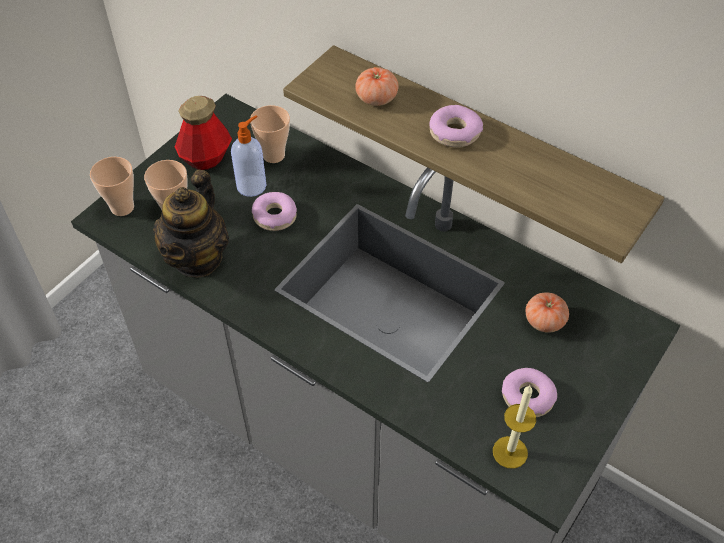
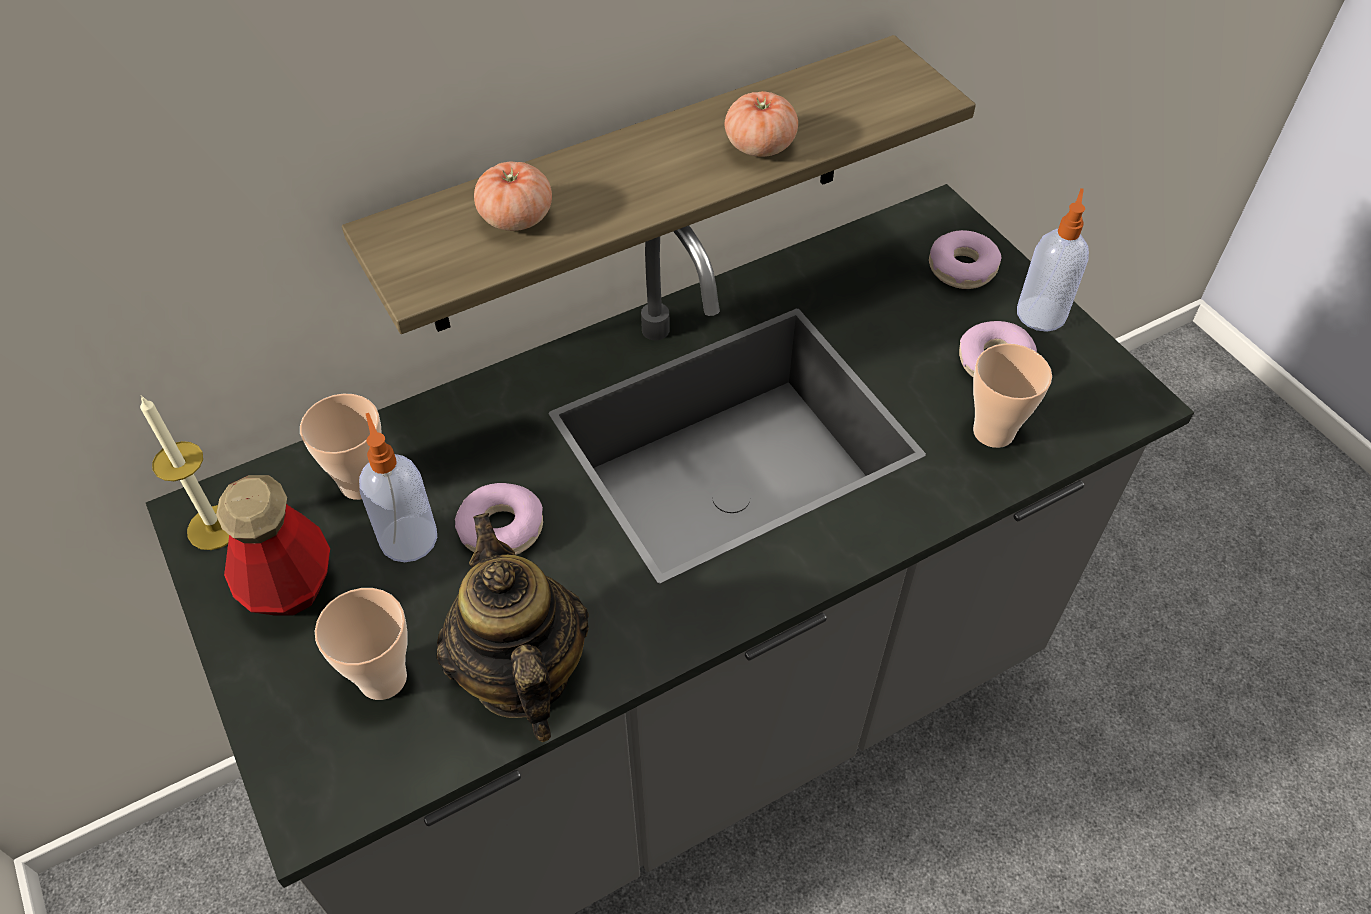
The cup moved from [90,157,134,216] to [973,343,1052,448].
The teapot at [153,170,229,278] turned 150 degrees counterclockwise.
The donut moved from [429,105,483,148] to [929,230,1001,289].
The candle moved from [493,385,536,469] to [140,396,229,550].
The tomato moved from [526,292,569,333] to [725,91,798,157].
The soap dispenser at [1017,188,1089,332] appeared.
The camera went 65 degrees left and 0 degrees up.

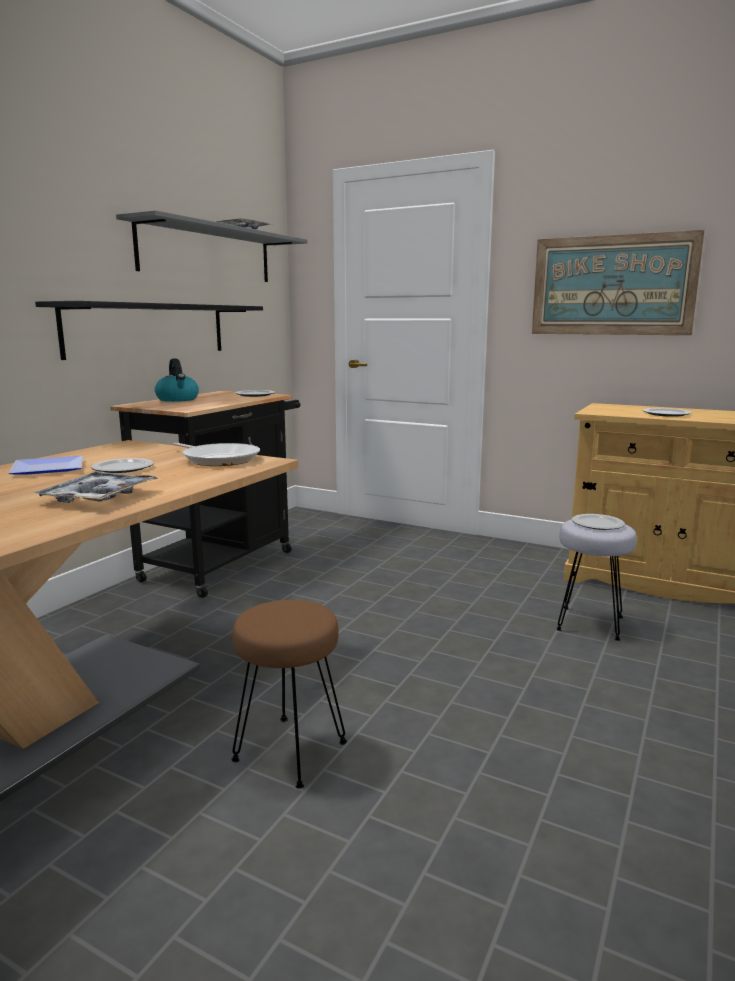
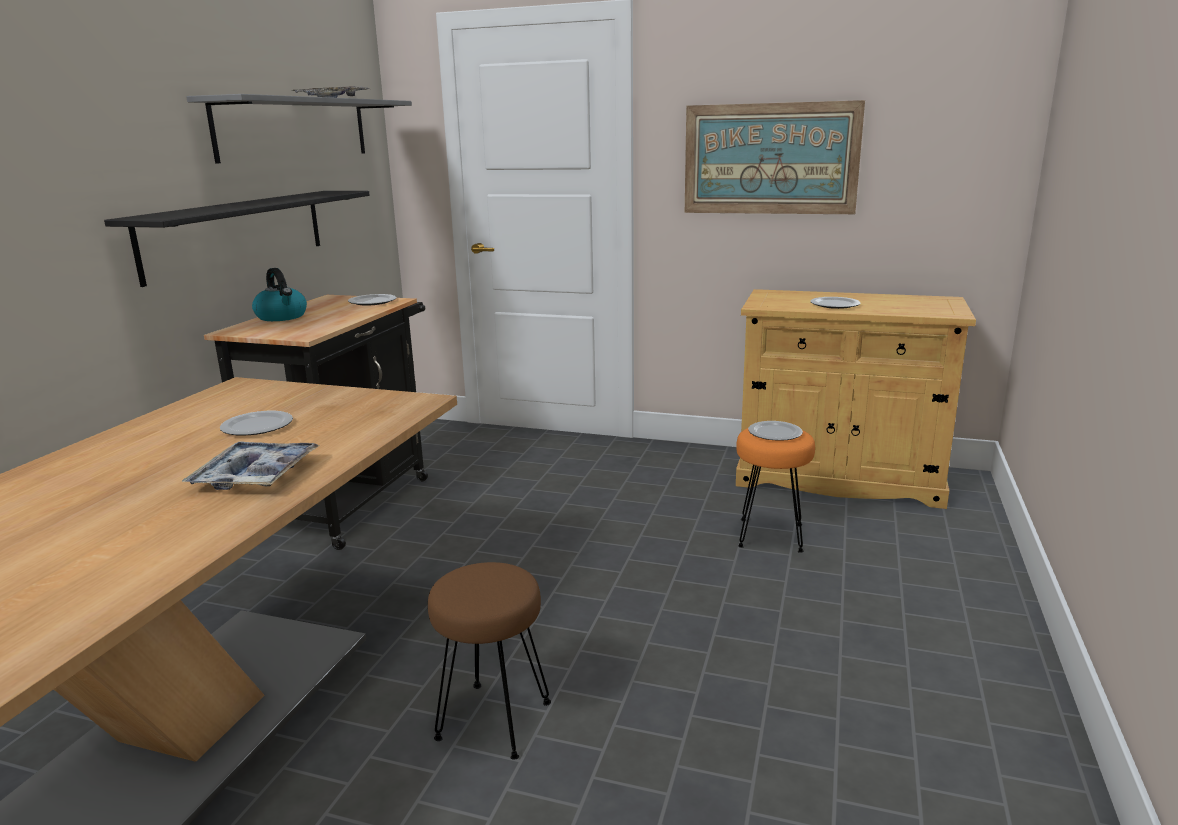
The plate at [9,455,83,475] disappeared.
The frying pan at [173,442,260,466] disappeared.
The stool (grey) at [556,520,637,641] became the stool (orange) at [736,428,815,553].
The camera went 10 degrees left and 5 degrees up.

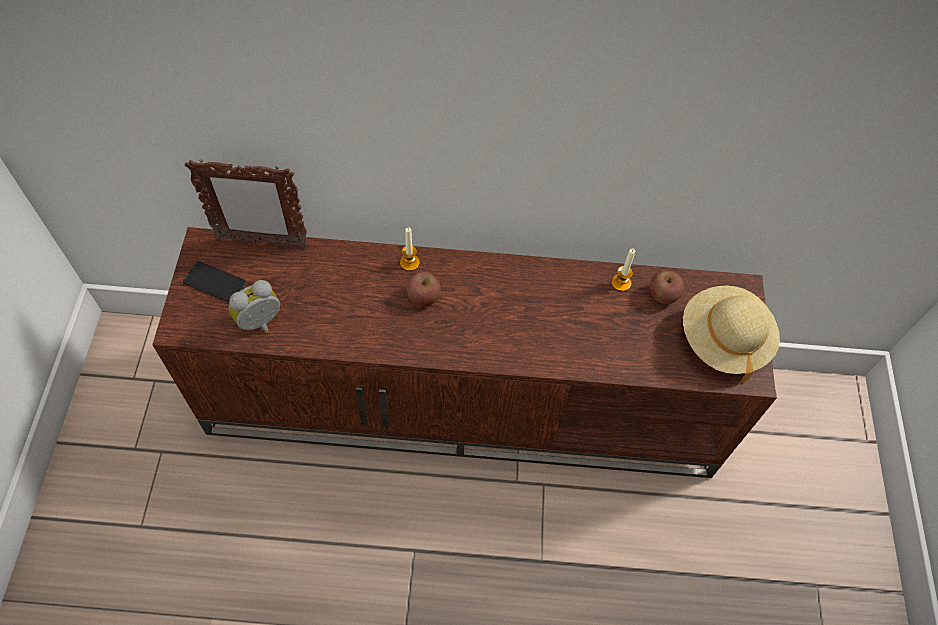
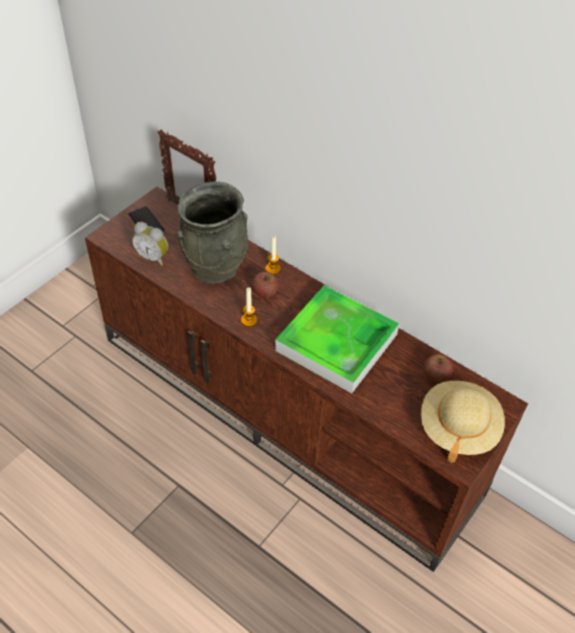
The alarm clock at [229,280,280,333] turned 150 degrees counterclockwise.
The candle moved from [611,248,635,291] to [241,287,257,327].
The vase (grey) at [177,181,248,283] appeared.
The tray at [275,285,400,393] appeared.
The camera went 35 degrees right and 10 degrees down.

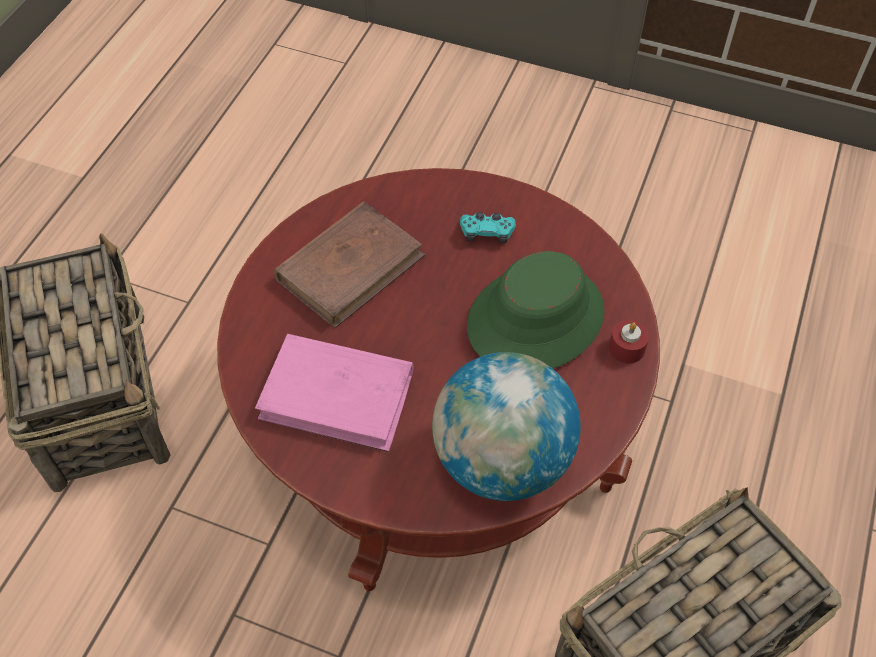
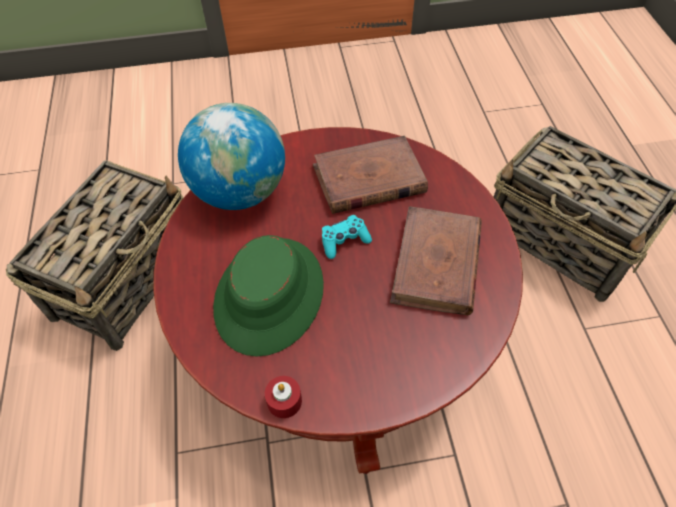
The book (pink) at [255,334,414,452] became the book (brown) at [313,136,428,214].
The game controller (turquoise) moved from [460,212,516,243] to [322,215,372,259].
The candle (red) moved from [609,320,649,364] to [265,376,302,418].
The camera went 150 degrees right and 0 degrees up.

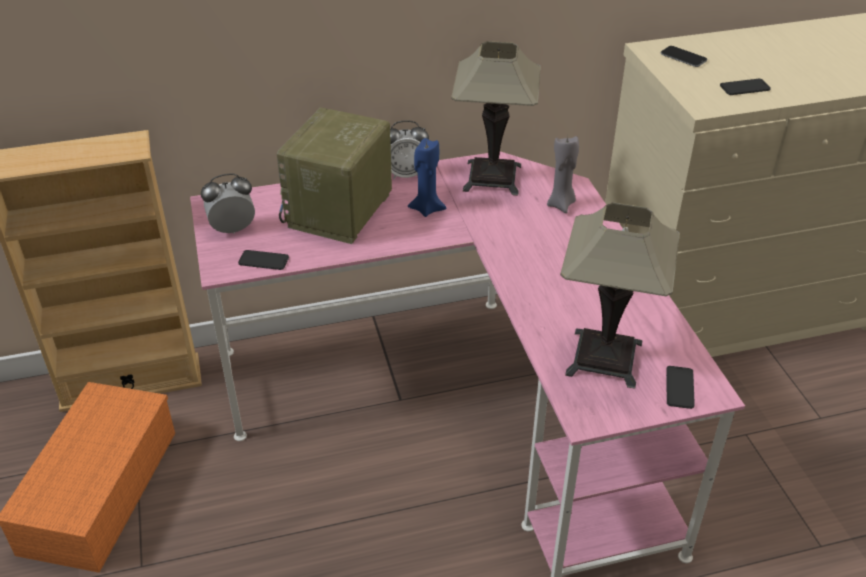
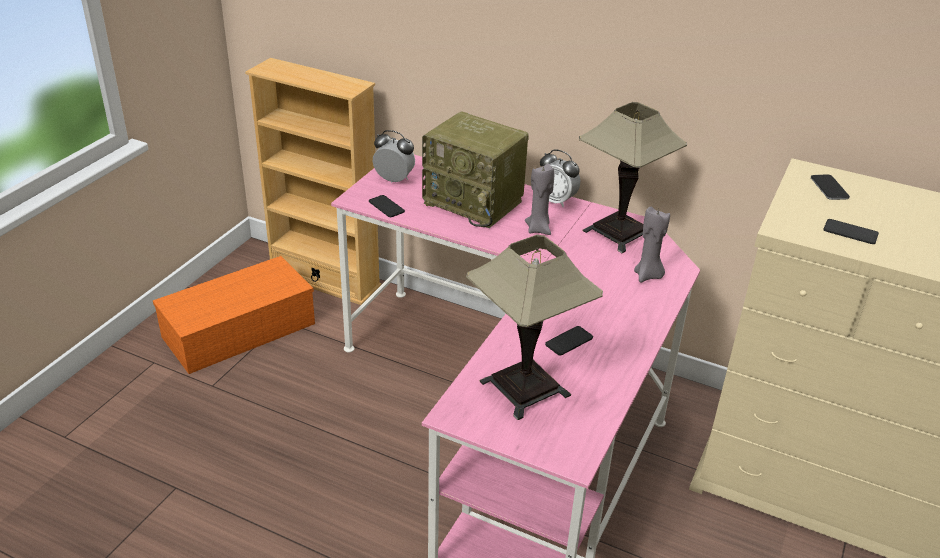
The radio at [277,107,392,244] turned 120 degrees counterclockwise.
The candle (blue) at [408,138,446,217] became the candle (grey) at [525,164,554,235].
The phone moved from [666,366,695,409] to [545,326,593,356].
The camera went 40 degrees right and 5 degrees down.

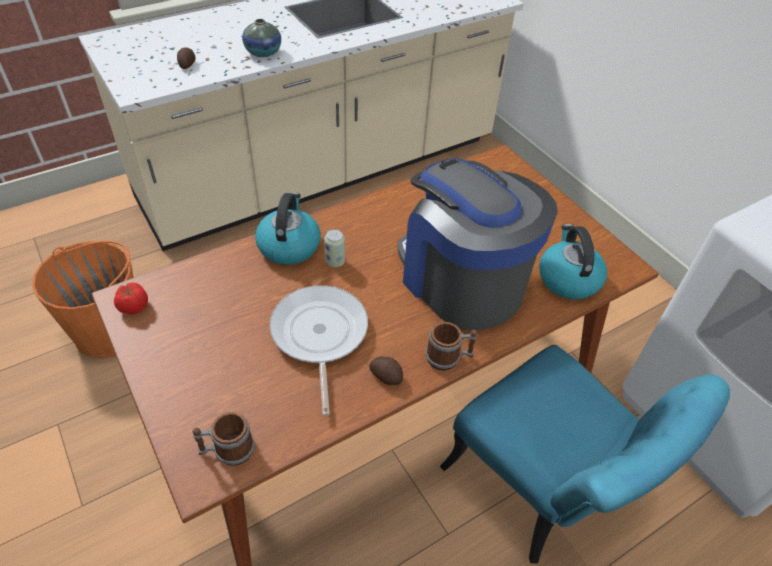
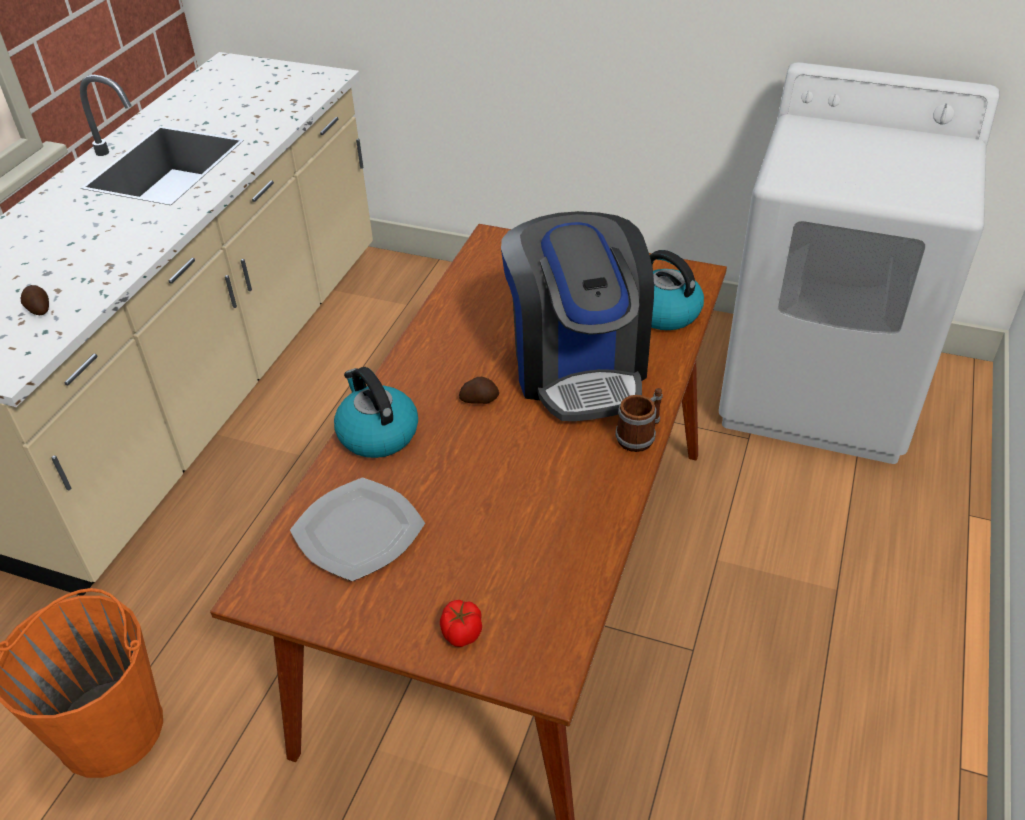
The tomato moved from [114,282,148,315] to [440,600,482,647].
The mug at [192,412,255,466] disappeared.
The vase at [242,19,281,57] disappeared.
The frying pan at [270,285,368,416] disappeared.
The can at [324,229,345,267] disappeared.
The potato moved from [369,357,403,385] to [459,377,499,404].
The coffee machine at [398,159,558,330] turned 120 degrees counterclockwise.
The chair (turquoise) at [440,345,730,563] disappeared.
The plate at [290,478,425,581] appeared.
The camera went 35 degrees left and 5 degrees down.

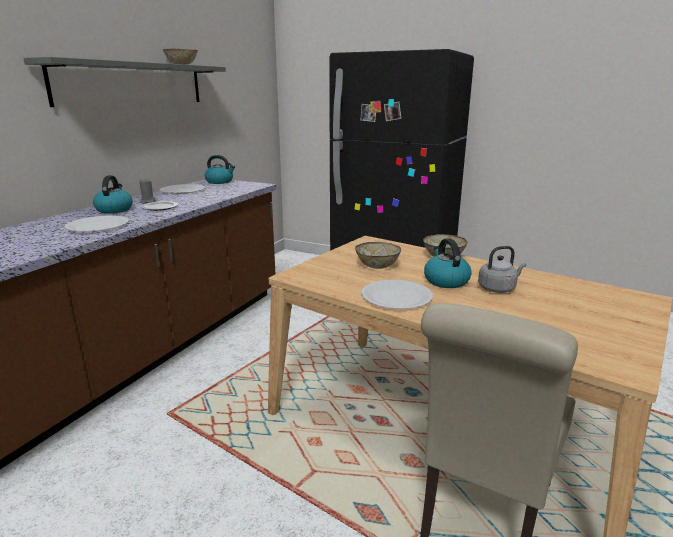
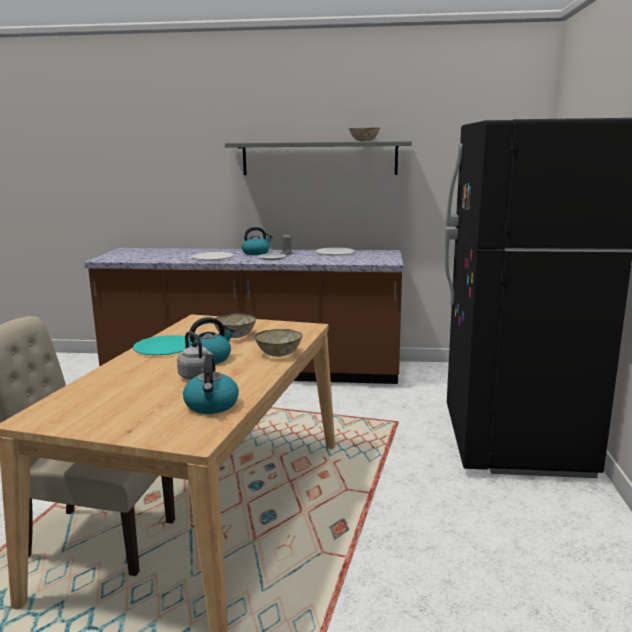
The kettle moved from [205,155,235,184] to [183,354,239,414].
The plate (white) at [361,279,433,309] became the plate (turquoise) at [133,335,190,355].
The camera went 70 degrees right and 5 degrees down.

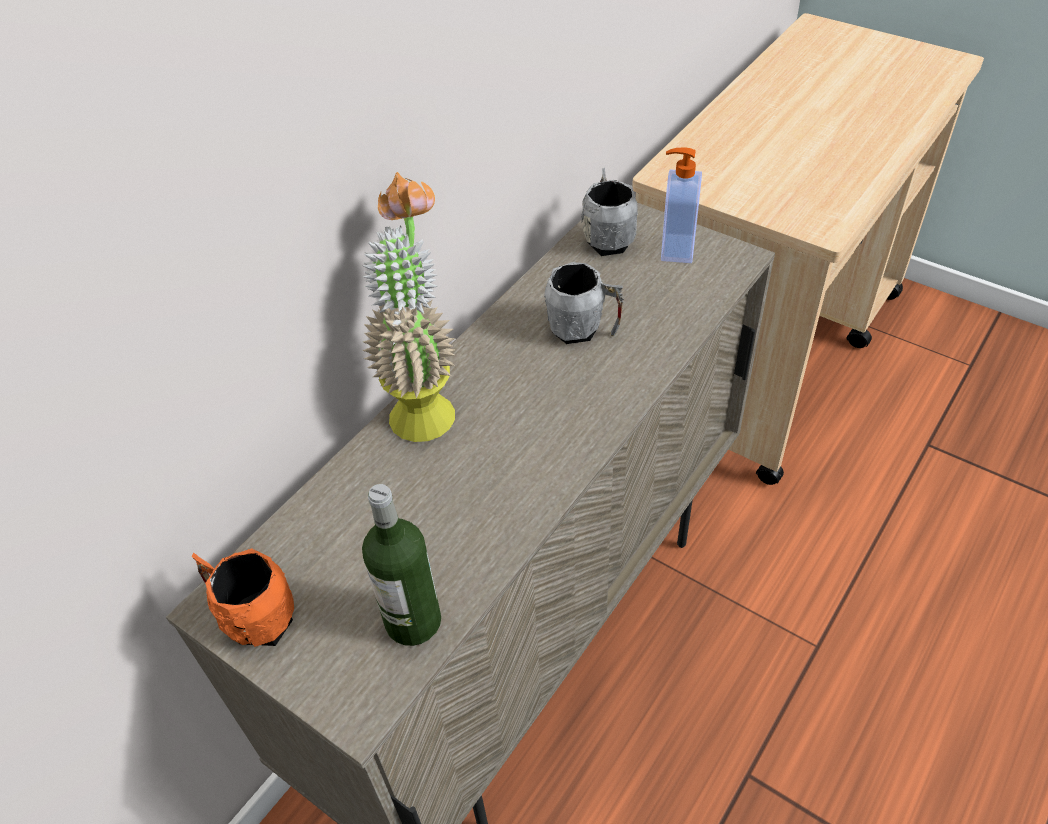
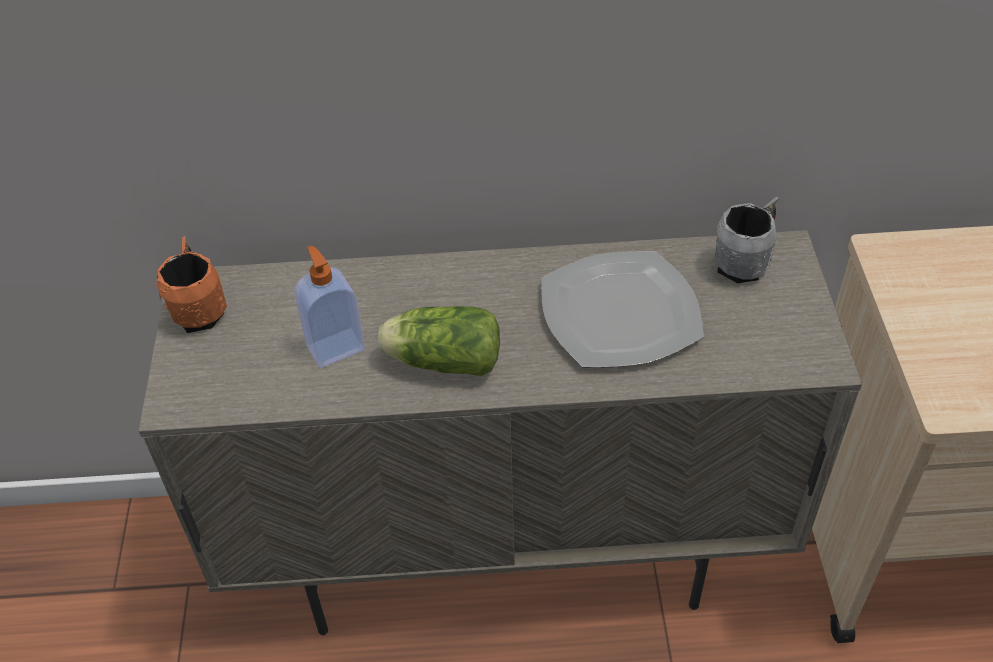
The potted plant at [362,172,455,442] disappeared.
The bottle at [362,484,441,646] disappeared.
The mug (grey) at [544,262,624,344] was replaced by the plate at [541,251,704,368].
The soap dispenser moved from [661,148,702,263] to [294,245,365,368].
The lettuce at [378,306,500,376] appeared.
The camera went 50 degrees right and 0 degrees up.

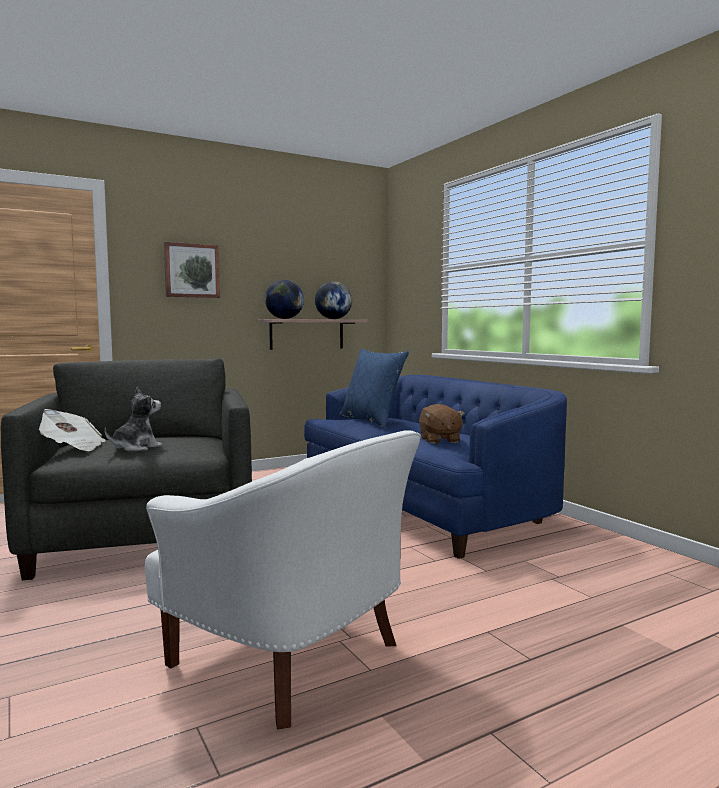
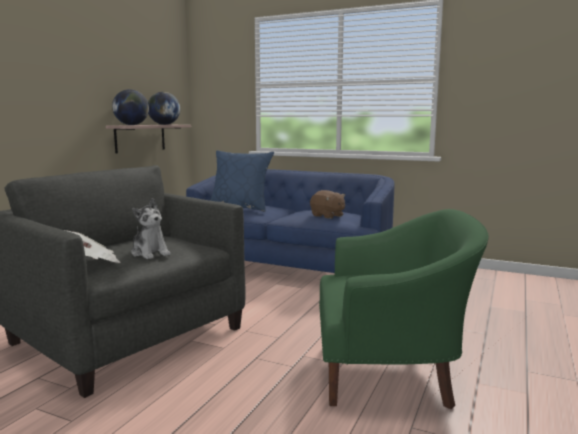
The plush toy at [104,386,162,451] turned 135 degrees clockwise.
The armchair (white) at [145,430,421,730] became the armchair (green) at [319,209,489,410].
The picture at [164,242,220,298] disappeared.
The camera went 35 degrees left and 5 degrees up.

